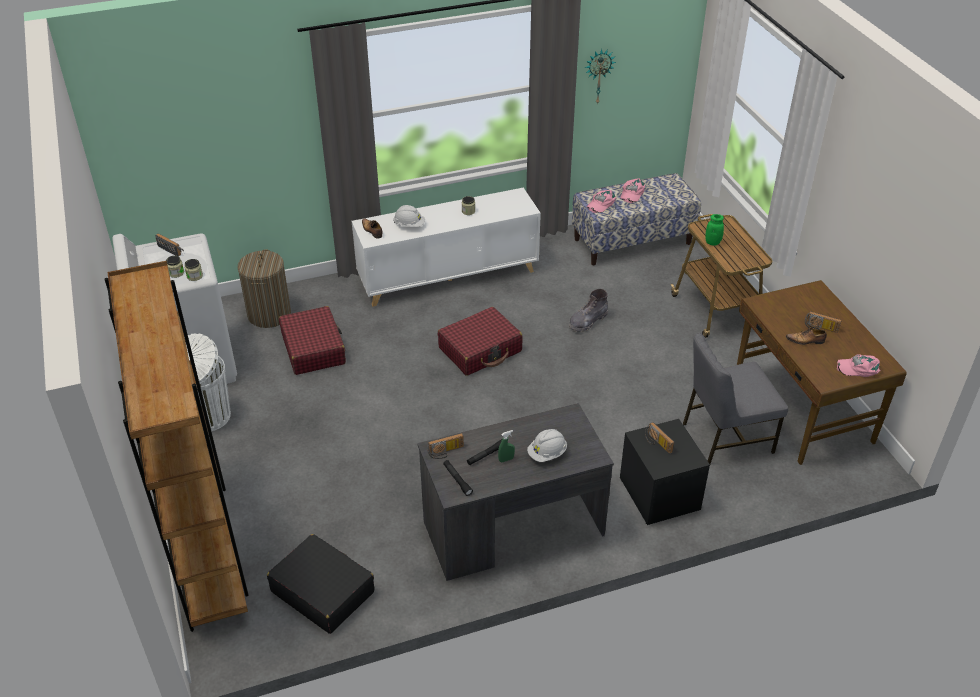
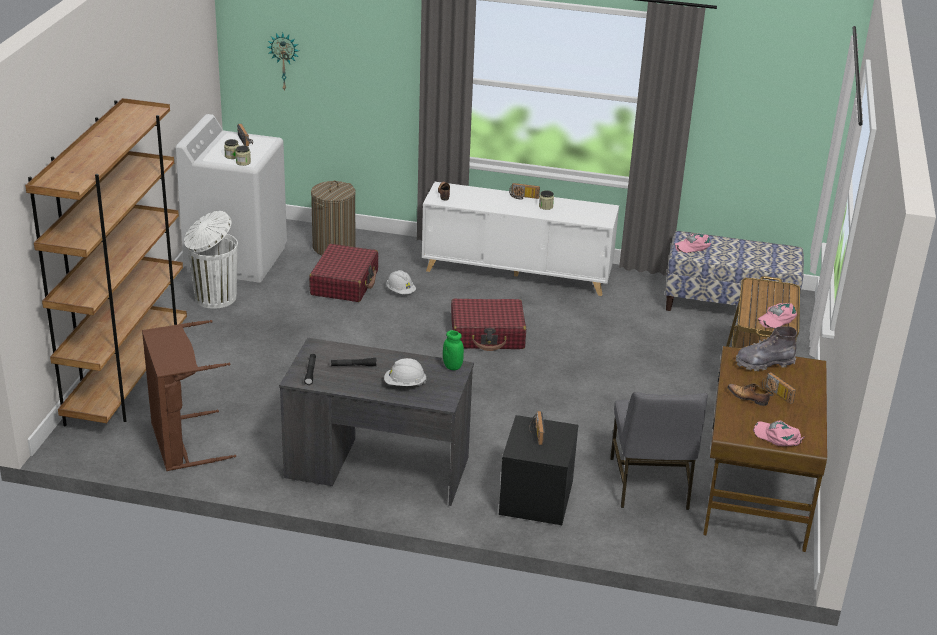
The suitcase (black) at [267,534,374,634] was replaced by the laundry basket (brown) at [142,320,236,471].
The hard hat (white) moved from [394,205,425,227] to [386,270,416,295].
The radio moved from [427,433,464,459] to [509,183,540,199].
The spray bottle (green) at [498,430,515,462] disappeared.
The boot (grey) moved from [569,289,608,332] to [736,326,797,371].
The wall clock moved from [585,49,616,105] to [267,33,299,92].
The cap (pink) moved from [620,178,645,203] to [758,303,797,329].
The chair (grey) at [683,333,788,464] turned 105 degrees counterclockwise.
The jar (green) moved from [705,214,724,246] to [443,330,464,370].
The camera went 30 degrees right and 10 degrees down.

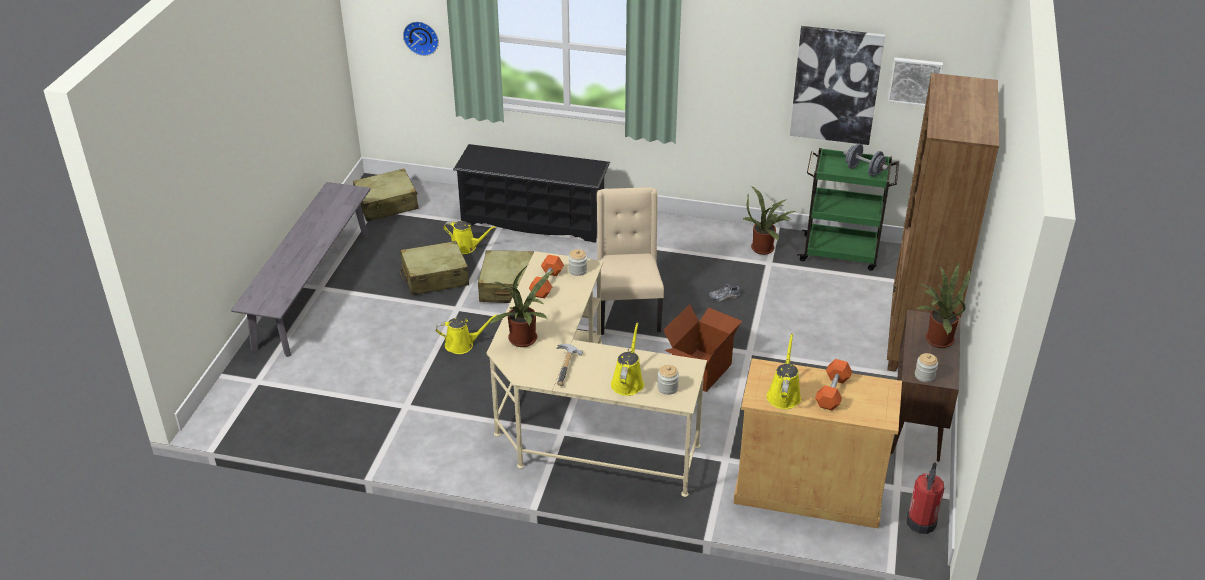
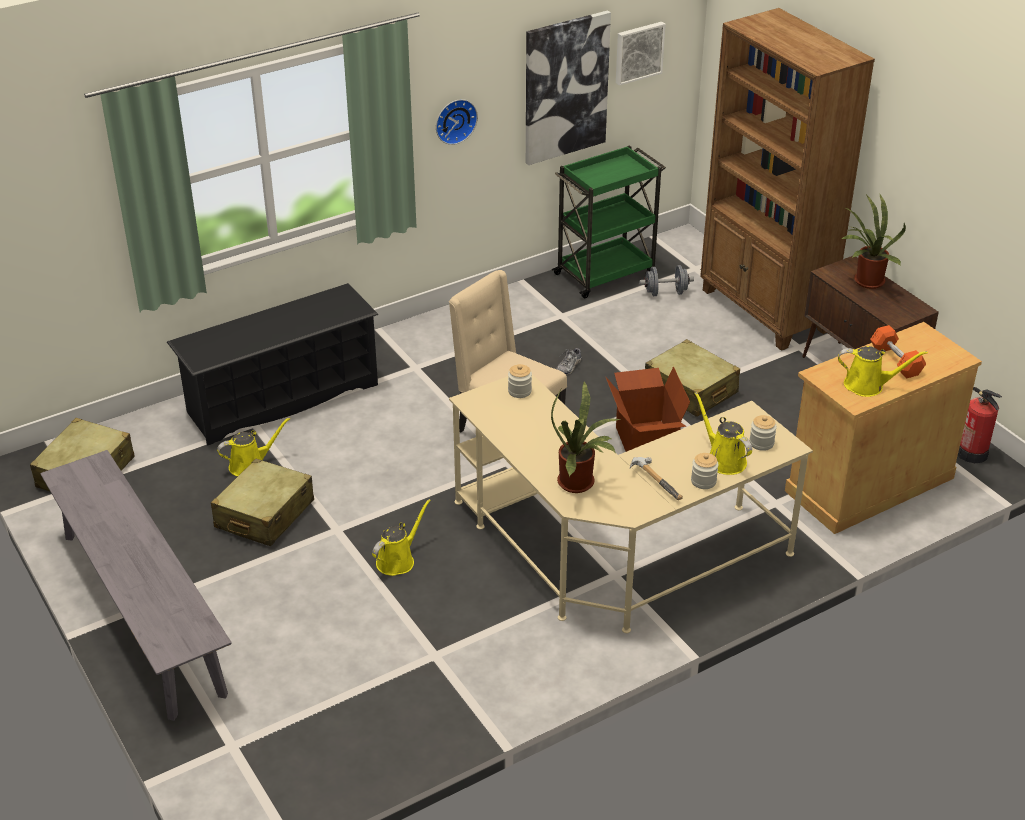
The wall clock moved from [403,21,439,56] to [436,99,478,145].
The suitcase (beige) moved from [478,250,534,303] to [645,339,740,417].
The dumbbell (orange) at [529,255,564,298] disappeared.
The potted plant at [743,186,797,255] disappeared.
The watering can (yellow) at [767,333,801,409] turned 135 degrees clockwise.
The dumbbell (grey) moved from [843,143,889,177] to [639,265,694,296].
The jar moved from [915,353,938,382] to [691,453,719,489].
The camera went 45 degrees left and 0 degrees up.

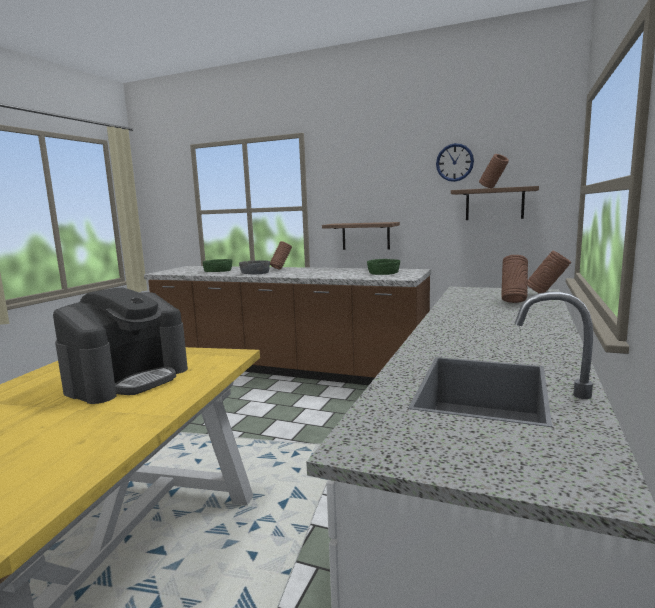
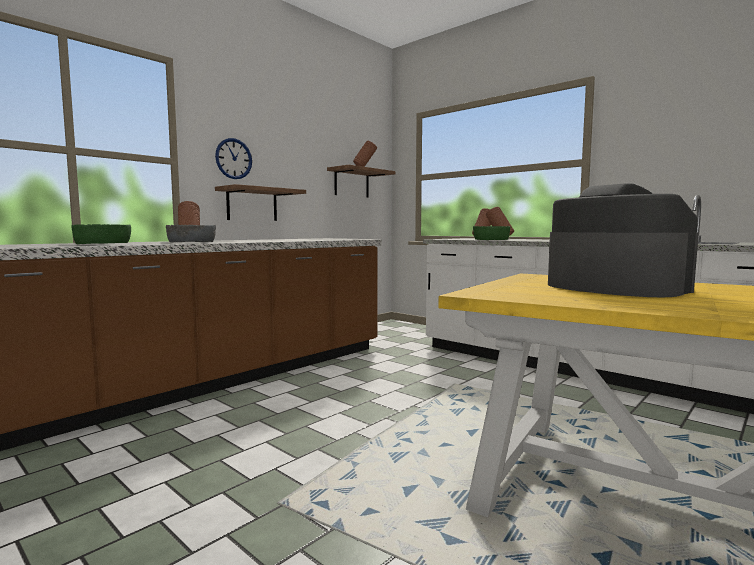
The bowl (green) moved from [367,259,400,275] to [473,226,510,240].
The wall clock moved from [436,143,474,182] to [215,138,252,179].
The camera went 70 degrees left and 5 degrees down.

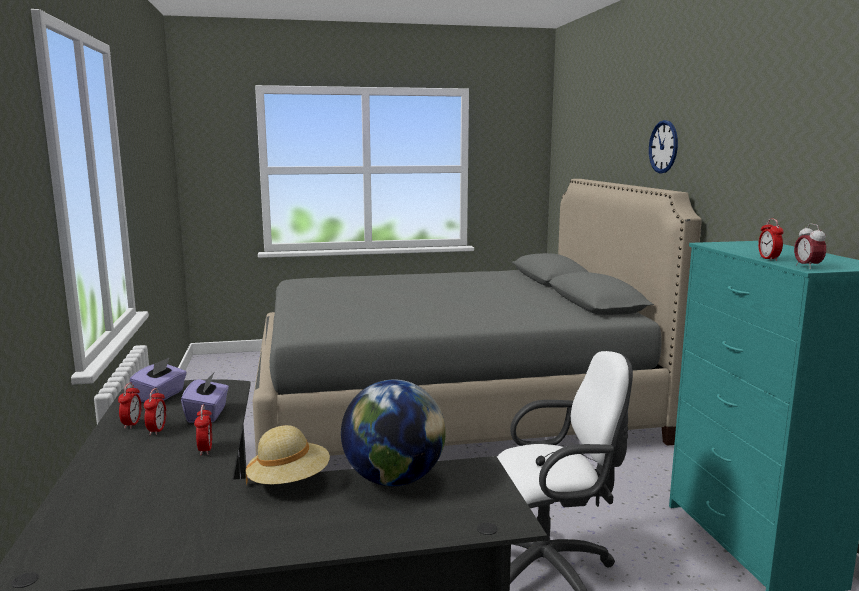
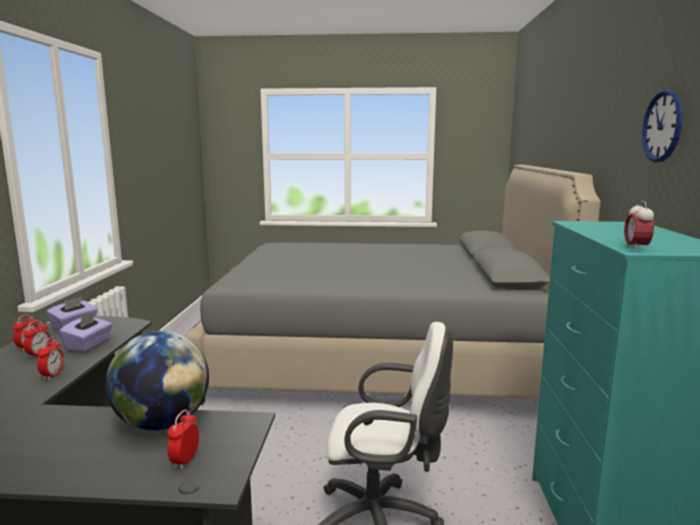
The hat (beige) at [245,425,330,485] disappeared.
The wall clock moved from [649,120,678,173] to [642,89,683,163].
The alarm clock moved from [758,218,783,261] to [168,409,199,469].
The camera went 15 degrees right and 0 degrees up.

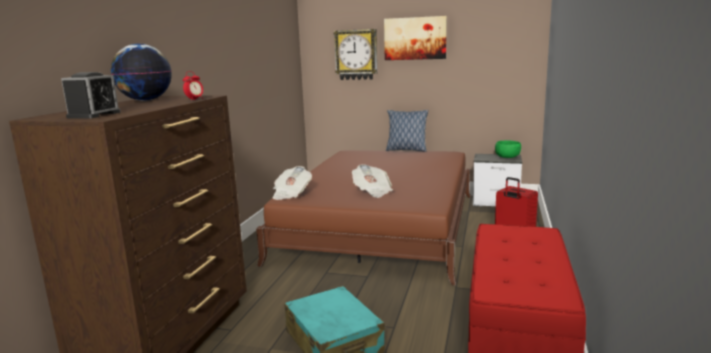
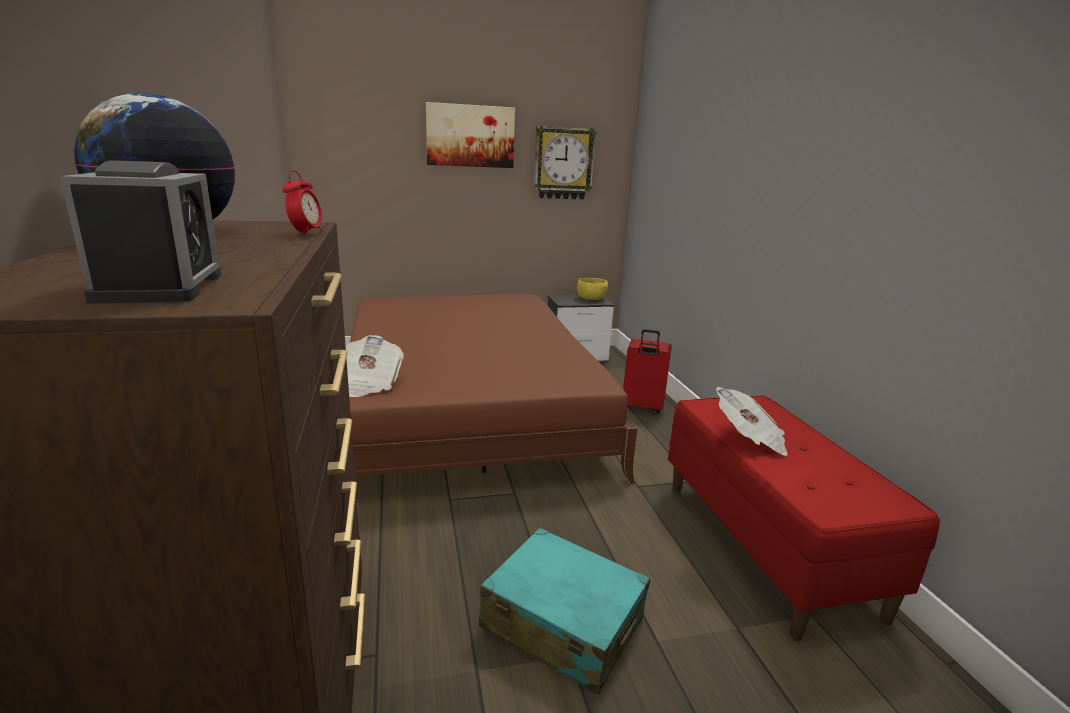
The wall clock moved from [334,29,377,80] to [534,126,597,199].
The newspaper moved from [352,164,393,198] to [716,387,788,456].
The pillow at [386,110,428,152] disappeared.
The bowl (green) at [495,141,521,158] became the bowl (yellow) at [577,278,608,300].
The camera went 30 degrees left and 5 degrees up.

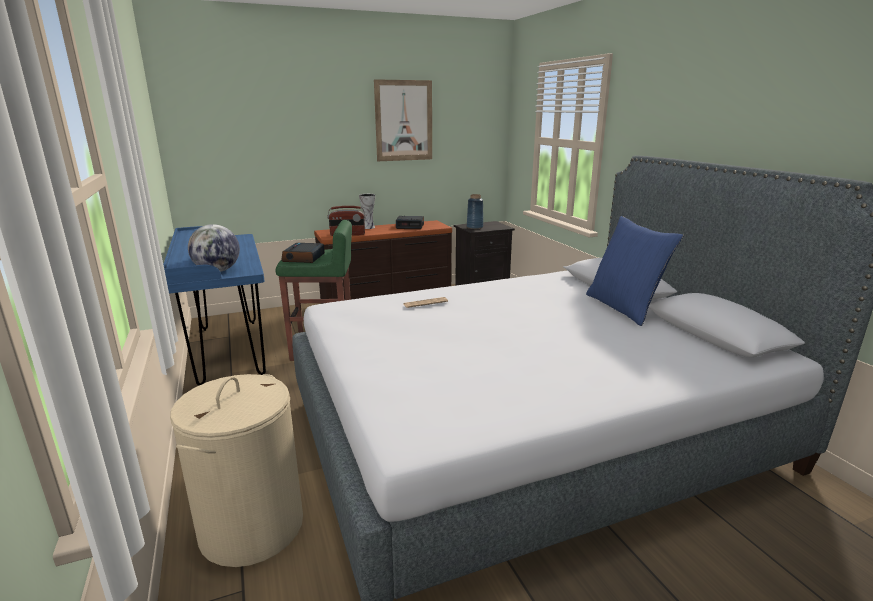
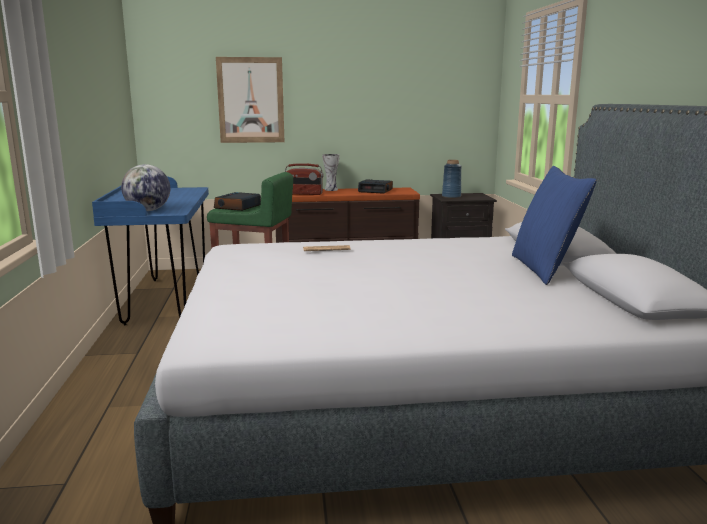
The laundry basket (beige) at [170,374,303,567] disappeared.
The picture moved from [374,79,432,161] to [216,57,284,143].
The camera went 15 degrees right and 5 degrees down.

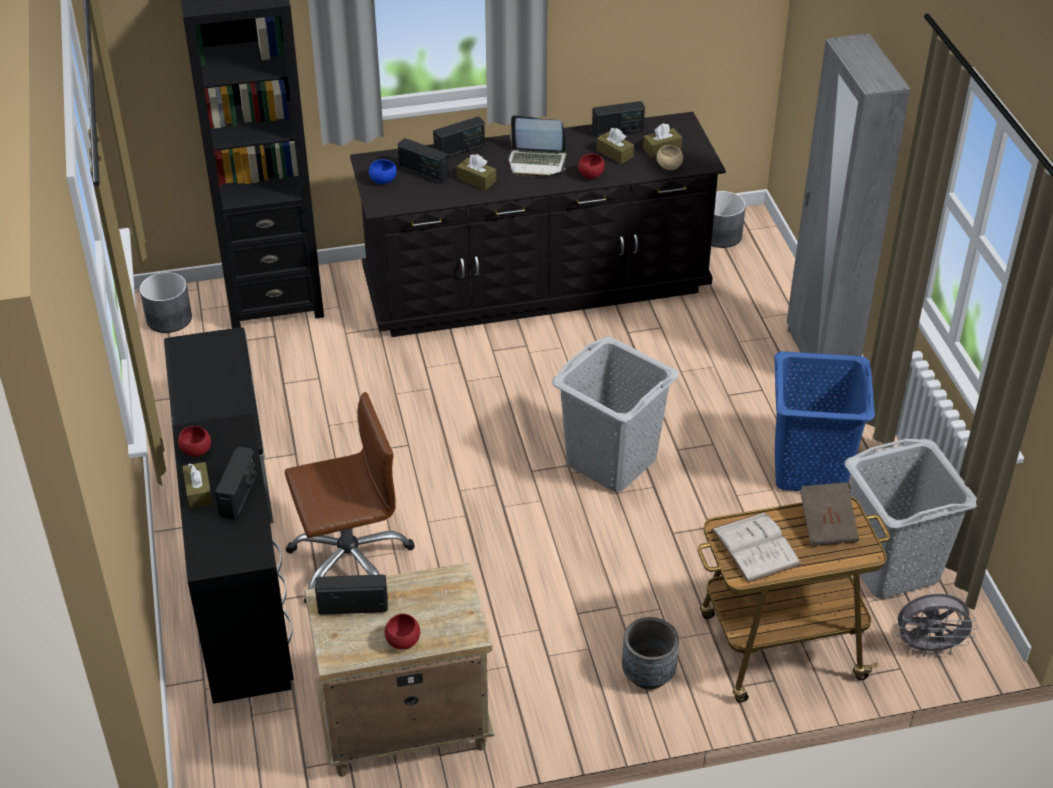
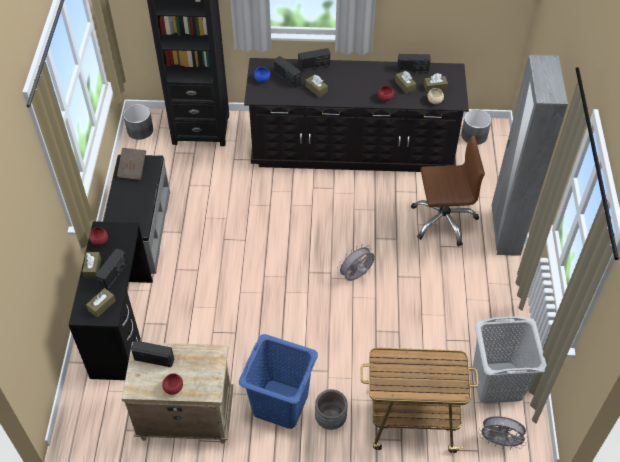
The office chair (brown) moved from [285,392,415,603] to [411,136,485,247].
The laptop at [509,115,566,177] disappeared.
The laundry basket (grey) at [552,337,679,492] was replaced by the fan (grey) at [337,244,375,281].
The book (white) at [711,512,802,583] disappeared.
The laundry basket (blue) moved from [774,351,875,491] to [239,334,318,429].
The book (brown) moved from [800,482,859,546] to [117,148,146,180].
The tissue box (brown) at [86,288,116,318] appeared.
The camera went 15 degrees right and 10 degrees up.

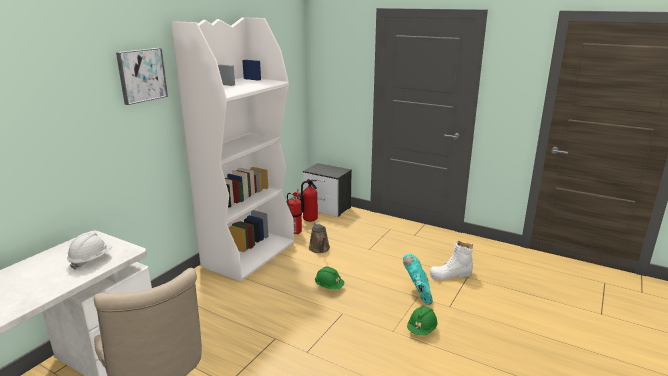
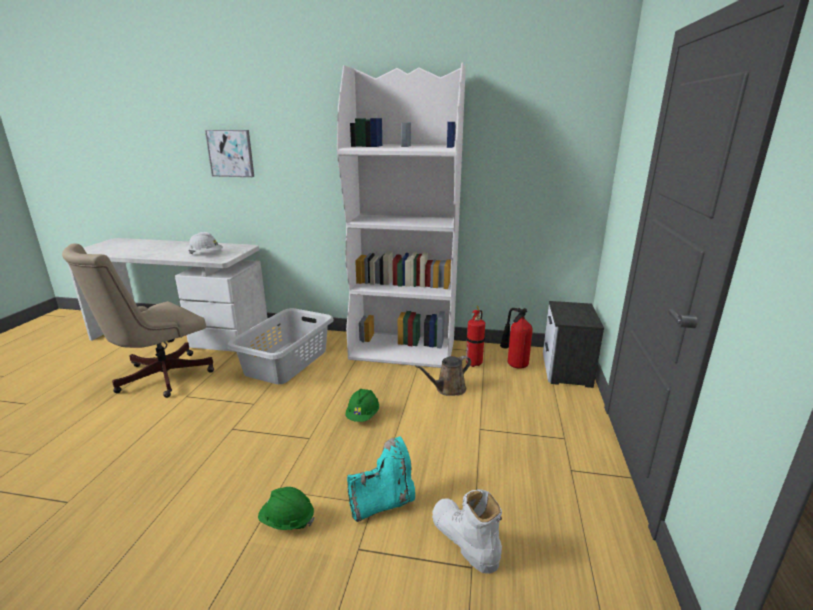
The picture moved from [116,48,168,105] to [205,130,254,177].
The laundry basket (grey) at [227,308,334,384] appeared.
The camera went 70 degrees right and 0 degrees up.

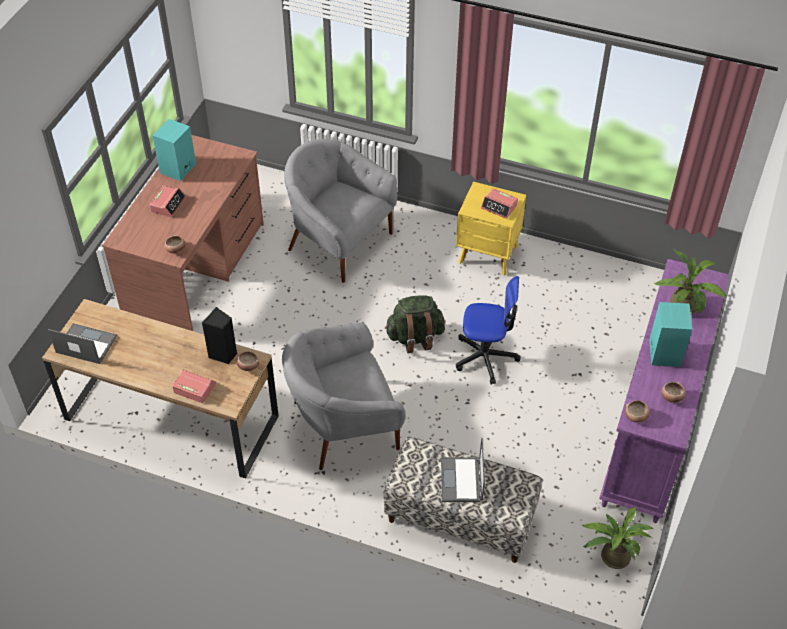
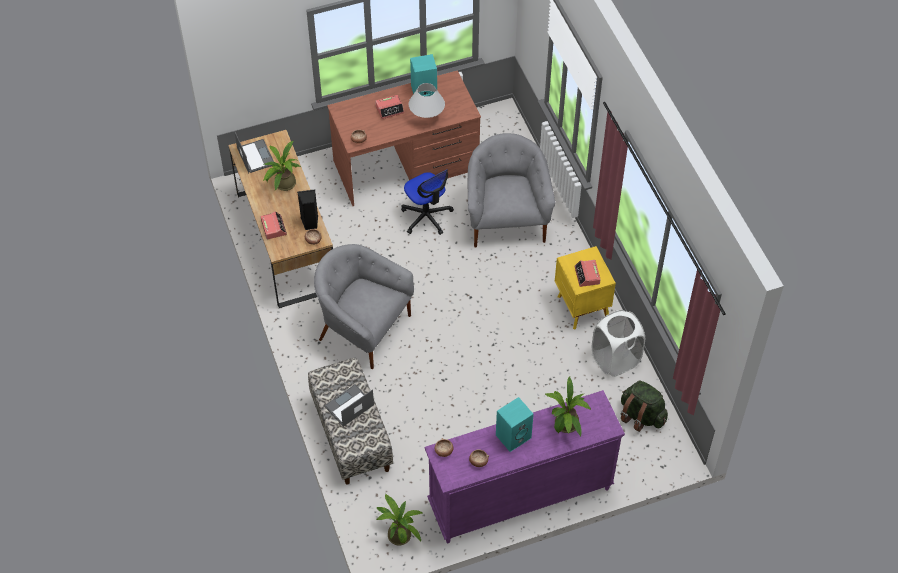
The backpack (green) moved from [385,295,445,353] to [621,380,668,432].
The office chair moved from [456,276,521,384] to [401,169,454,235].
The potted plant at [263,141,301,191] appeared.
The table lamp (white) at [409,83,445,118] appeared.
The laundry basket (white) at [592,310,645,377] appeared.
The camera went 50 degrees right and 5 degrees up.

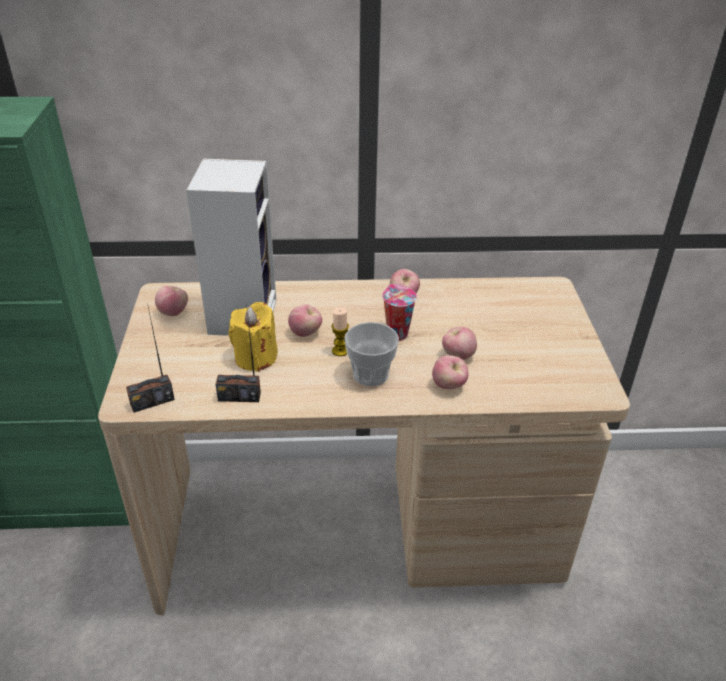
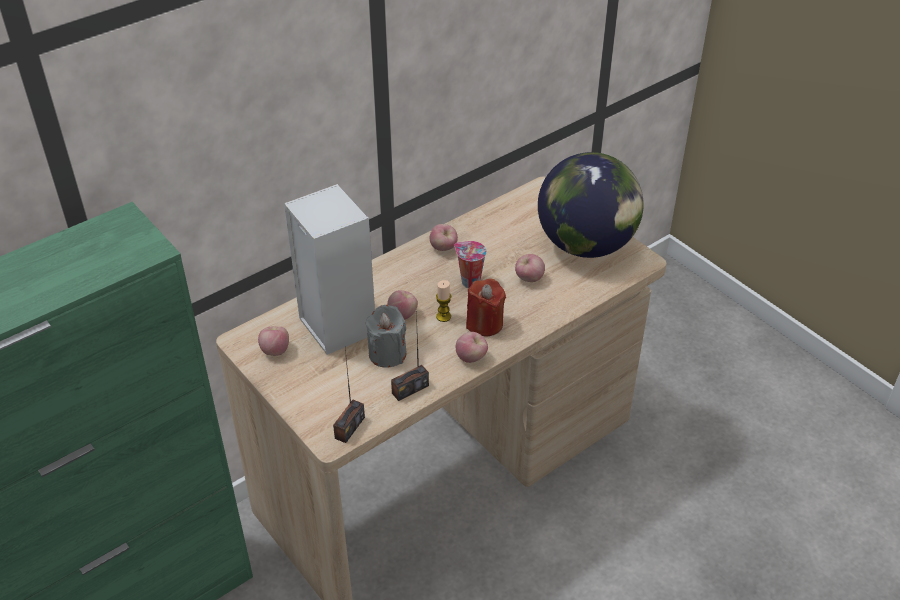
The candle (yellow) at [229,302,278,372] became the candle (grey) at [365,305,407,368].
The cup at [344,322,399,387] was replaced by the candle (red) at [466,278,506,336].
The apple moved from [432,355,469,389] to [456,332,488,363].
The globe at [538,152,644,258] appeared.
The camera went 35 degrees left and 5 degrees up.

